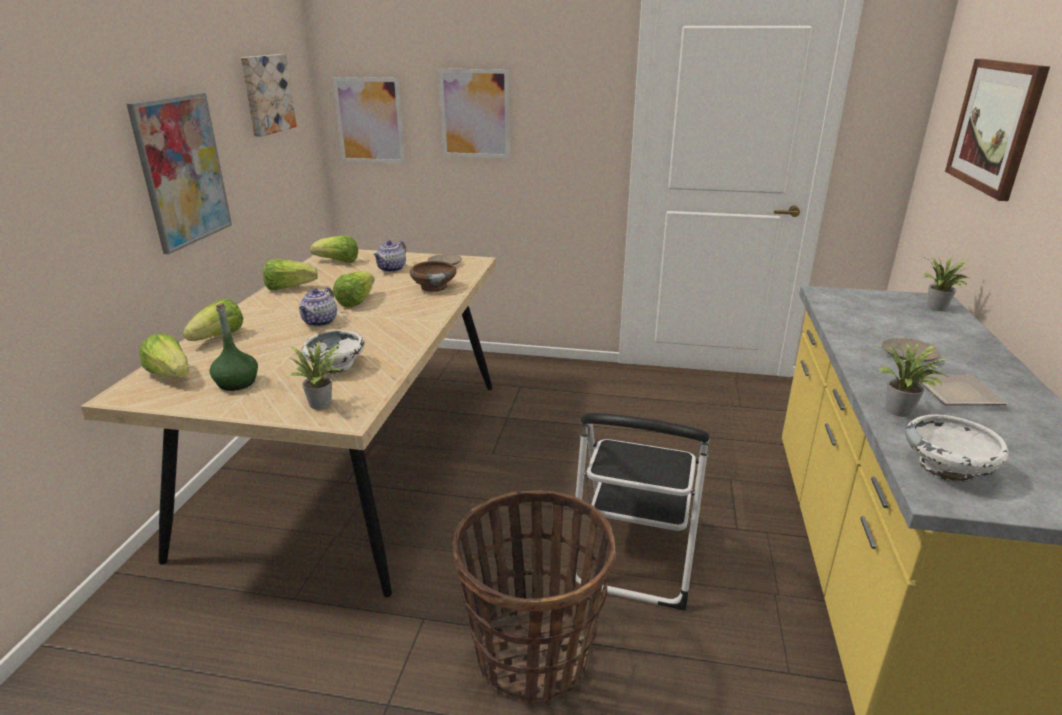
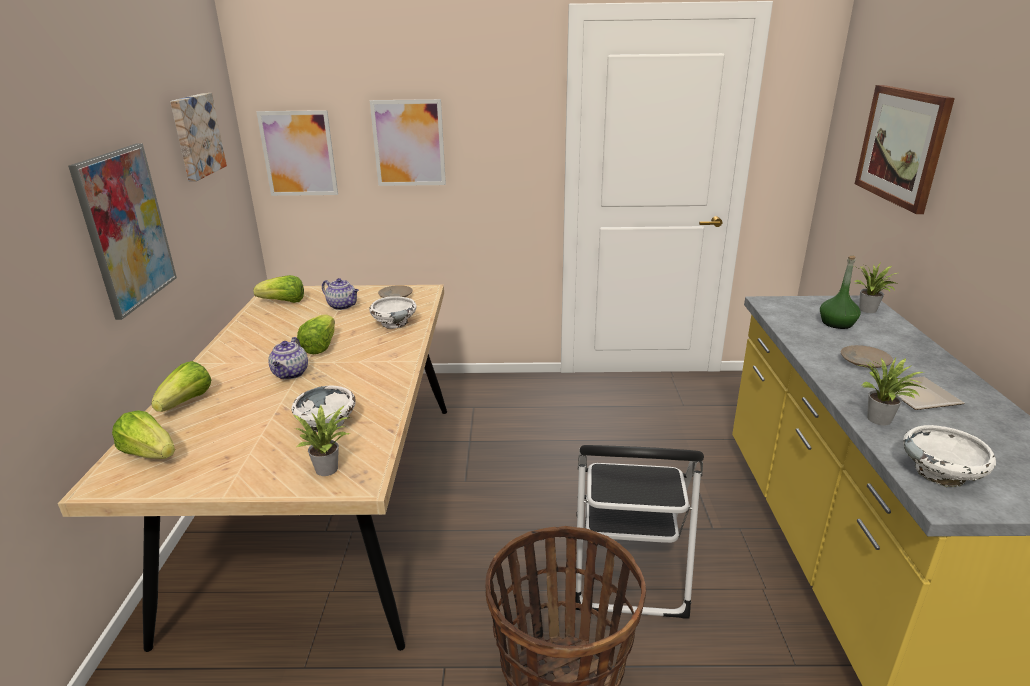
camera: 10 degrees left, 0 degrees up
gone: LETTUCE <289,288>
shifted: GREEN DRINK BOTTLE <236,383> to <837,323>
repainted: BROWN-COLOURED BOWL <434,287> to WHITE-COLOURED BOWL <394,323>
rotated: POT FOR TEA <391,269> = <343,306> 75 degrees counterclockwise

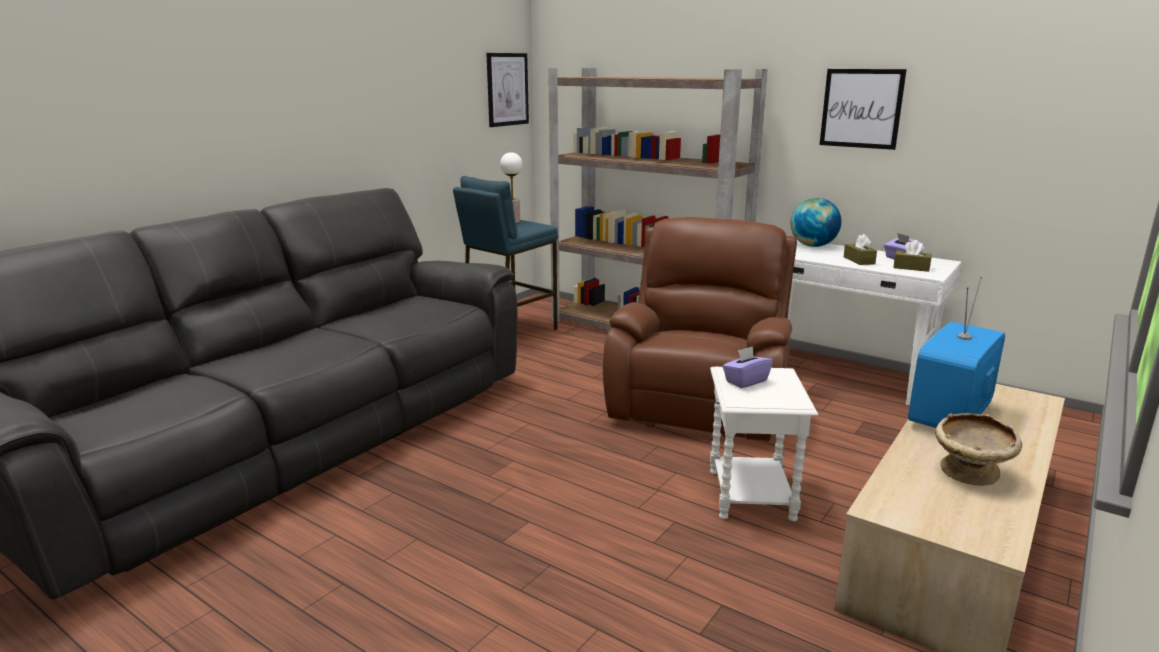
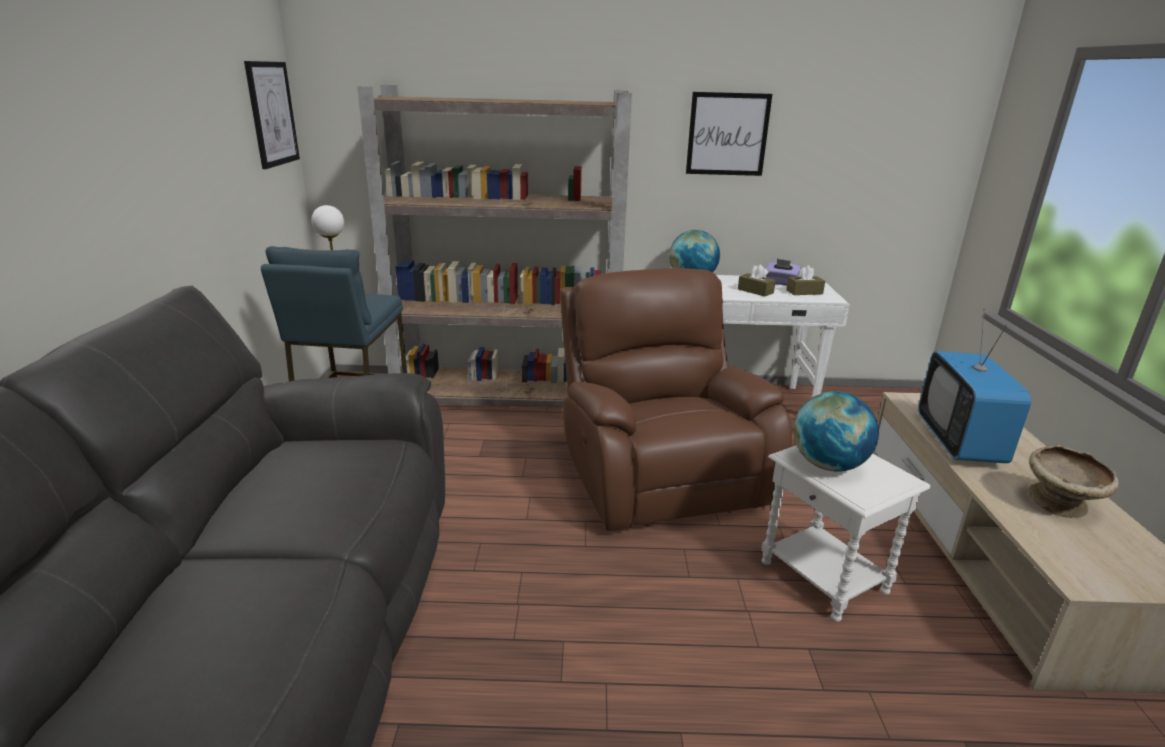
camera: 35 degrees left, 5 degrees up
swapped: PURPLE TISSUE BOX <745,381> to DESK GLOBE <828,465>

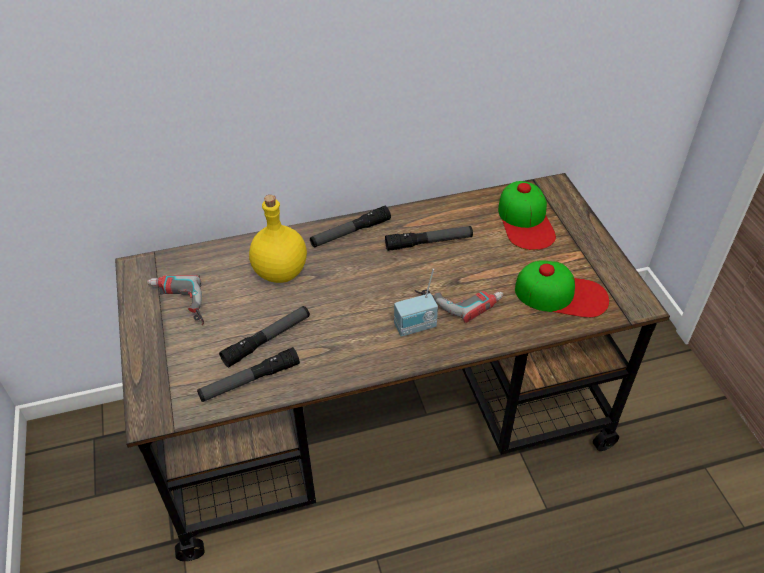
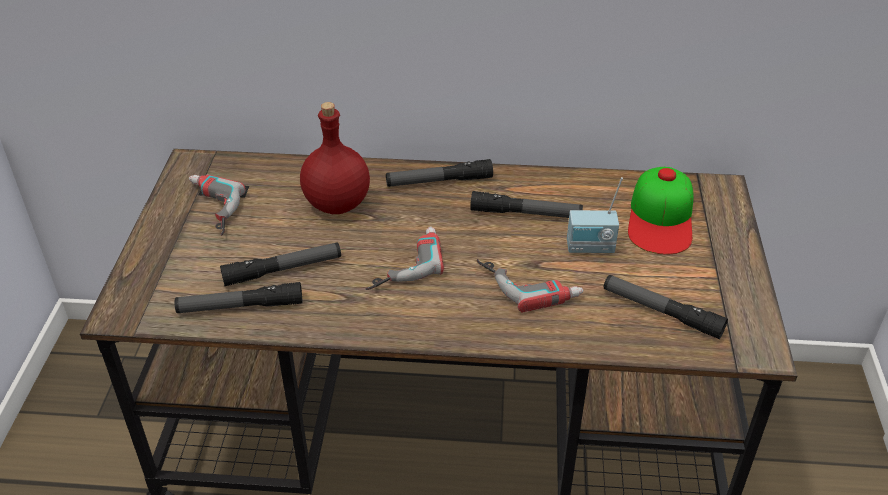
camera: 20 degrees right, 5 degrees down
new: ELECTRIC DRILL <402,263>
shifted: RADIO RECEIVER <416,327> to <590,248>
swapped: PEAKED CAP <561,294> to TORCH <661,312>
repainted: YELLOWISH DRINK BOTTLE <280,273> to RED DRINK BOTTLE <336,204>

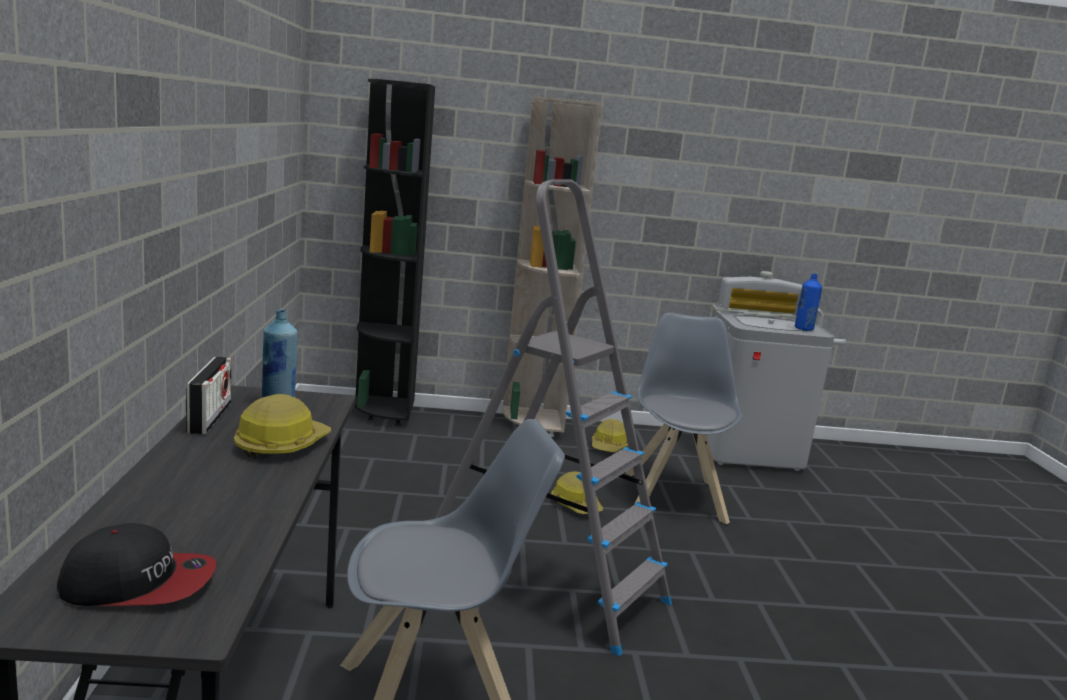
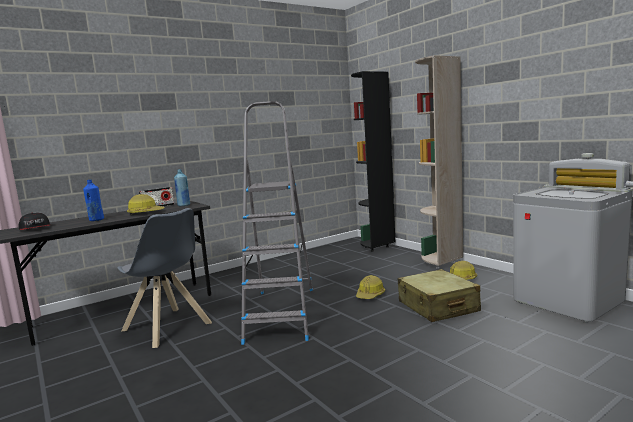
camera: 60 degrees right, 5 degrees down
shifted: BLUISH DRINK BOTTLE <804,328> to <96,220>
swapped: GREY CHAIR <674,495> to BEIGE SUITCASE <437,307>

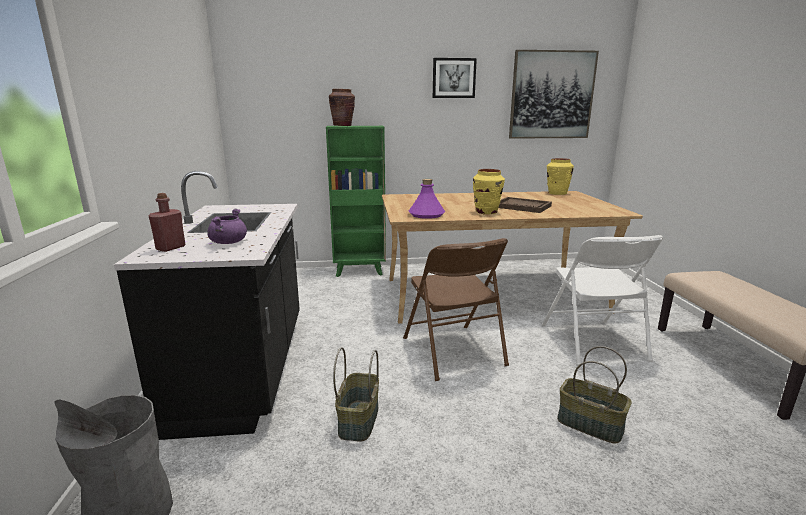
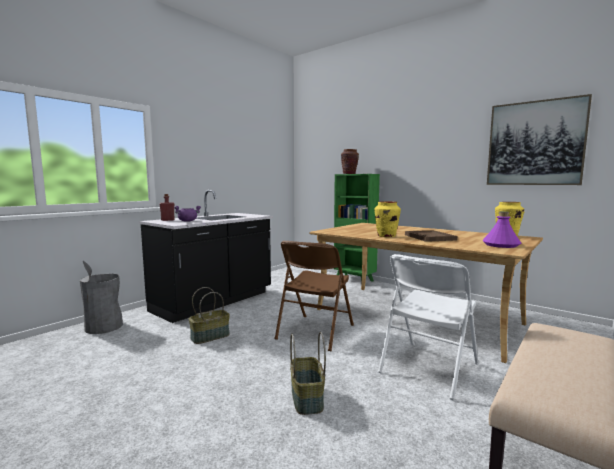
camera: 45 degrees right, 10 degrees down
gone: WALL PICTURE <453,78>
shifted: PURPLE DRINK BOTTLE <426,215> to <501,245>

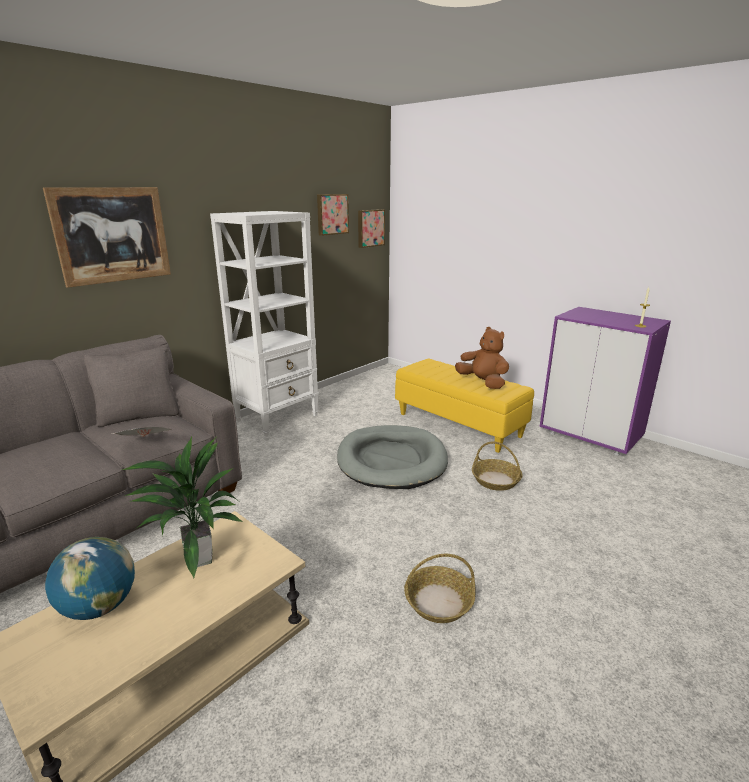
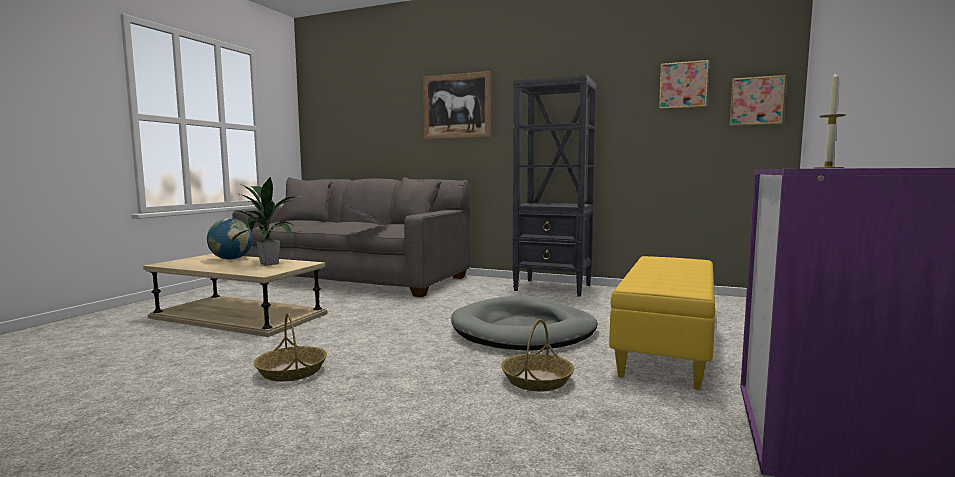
camera: 70 degrees right, 15 degrees down
gone: BROWN-COLOURED SOFT TOY <483,383>
repainted: WHITE-COLOURED BOOKSHELF <278,418> to BLACKISH BOOKSHELF <553,288>

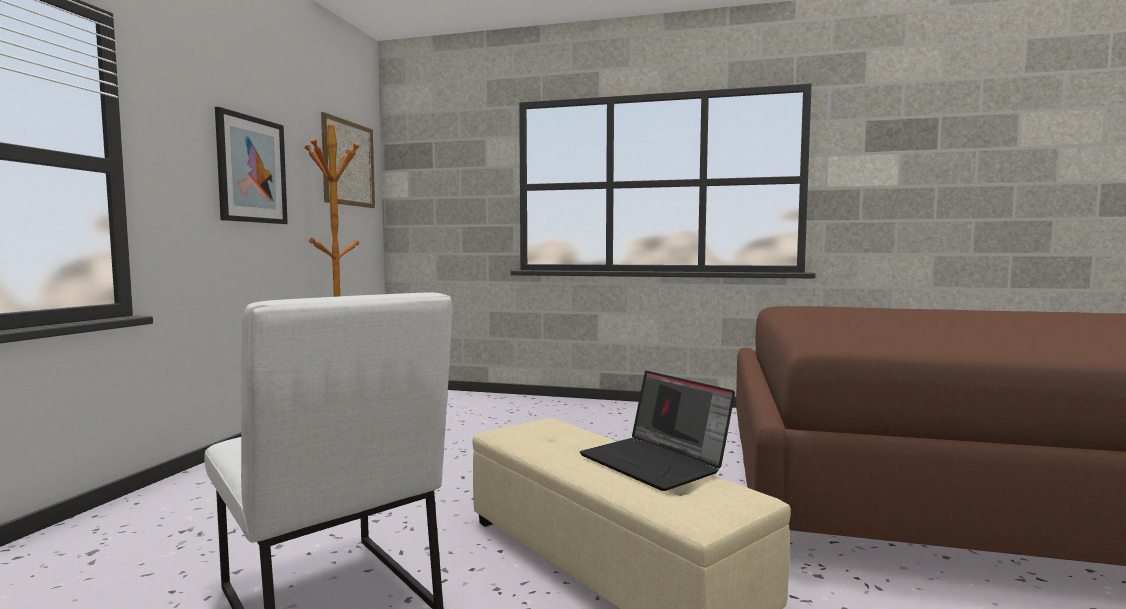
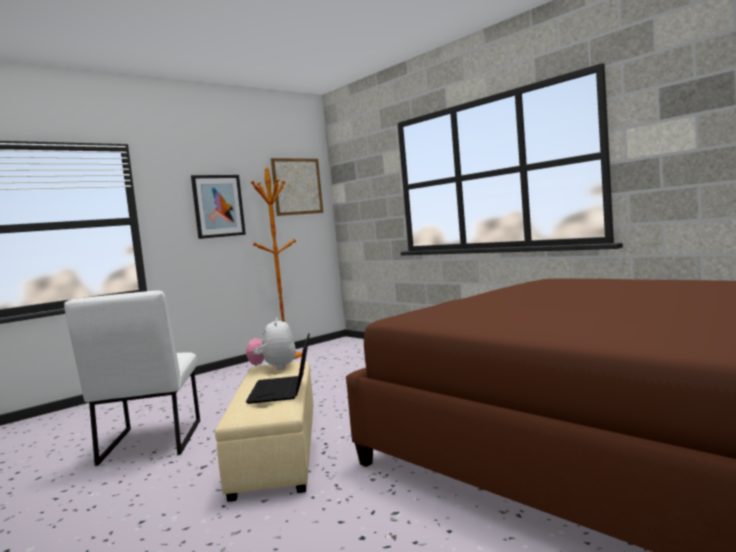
camera: 35 degrees right, 0 degrees up
new: SOFT TOY <274,368>

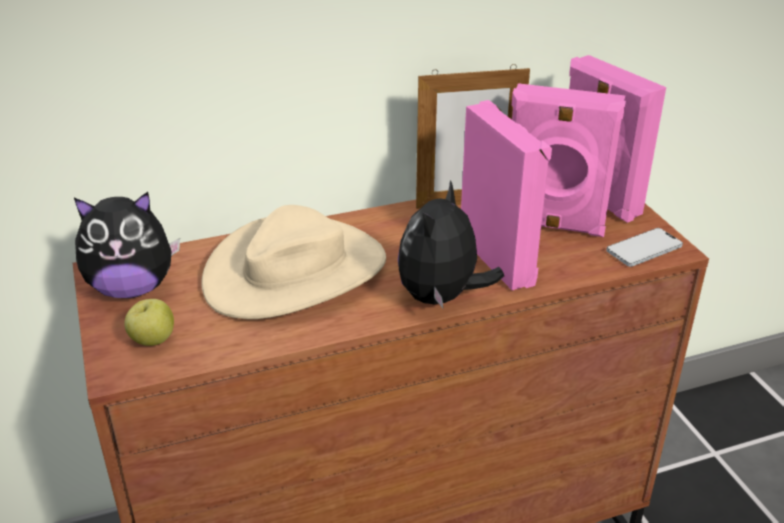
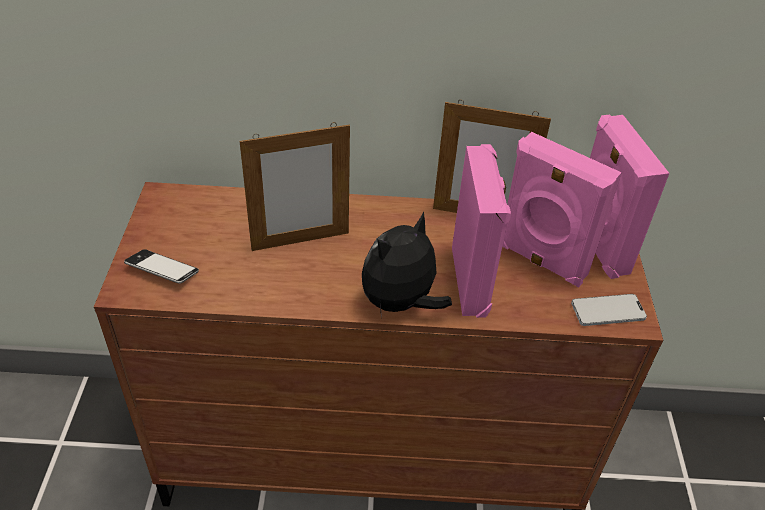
camera: 20 degrees right, 10 degrees up
gone: SOFT TOY <132,288>
swapped: APPLE <152,340> to PHONE <162,271>; BEIGE HAT <295,271> to PHOTO FRAME <300,241>

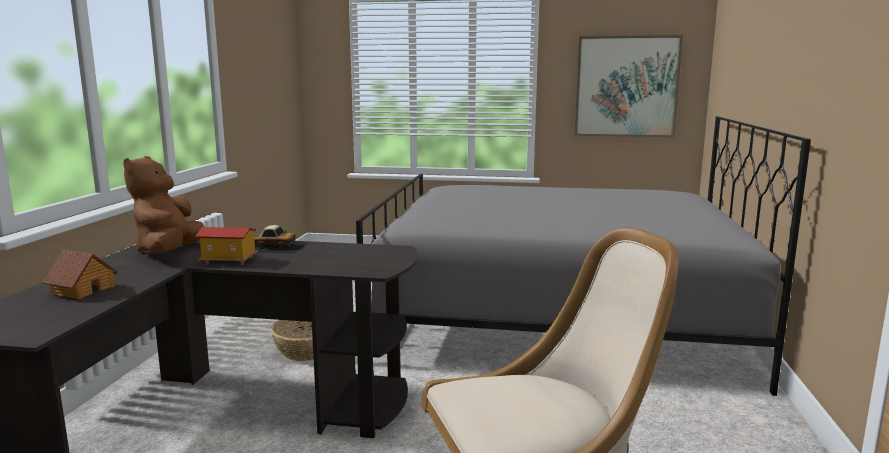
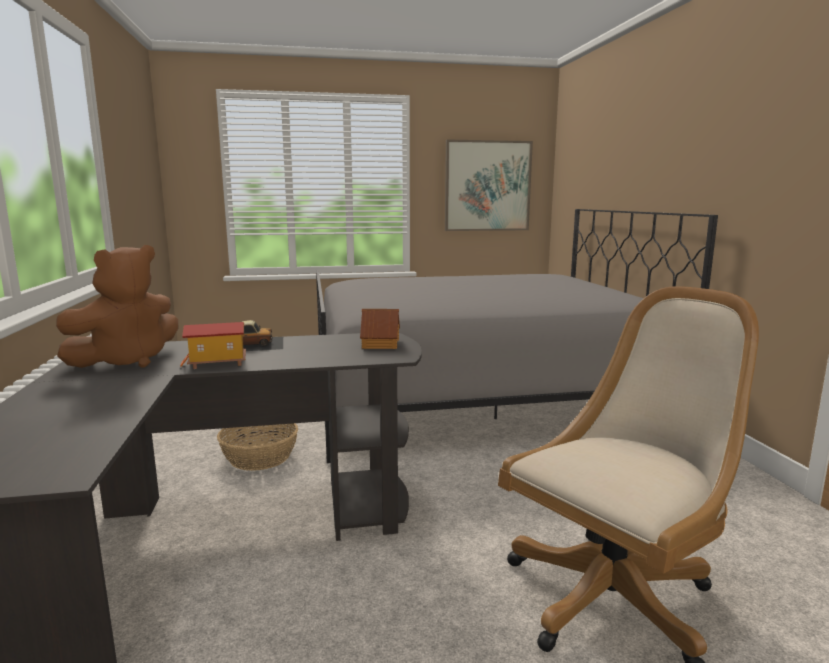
camera: 20 degrees left, 0 degrees up
shifted: MODEL HOUSE <83,290> to <380,344>
rotated: BROWN-COLOURED SOFT TOY <169,252> = <127,361> 120 degrees counterclockwise

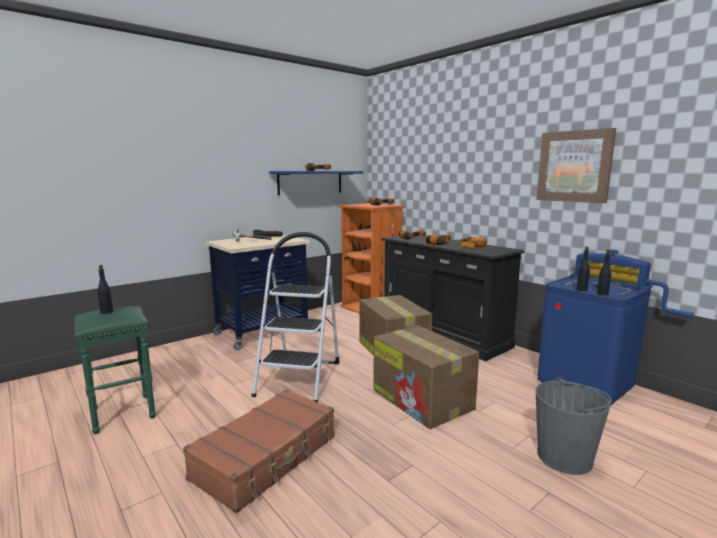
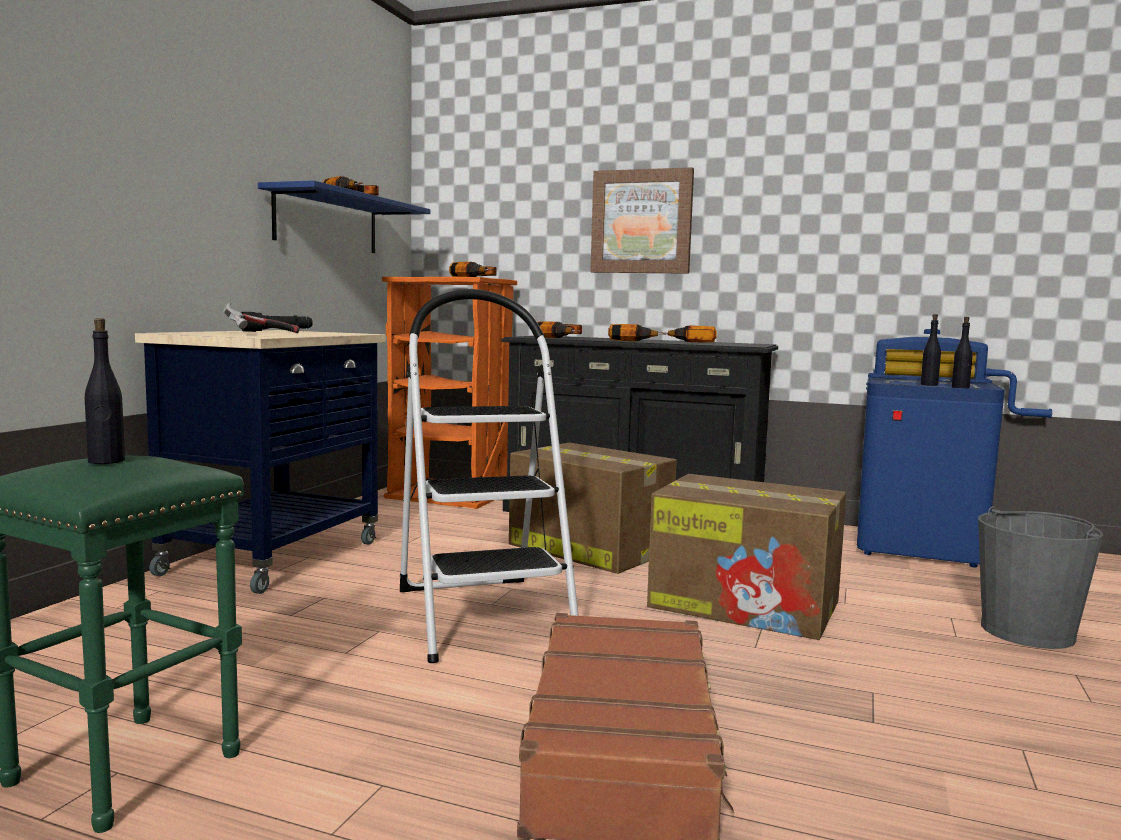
camera: 30 degrees left, 5 degrees down
shifted: WALL PICTURE <574,166> to <641,222>

